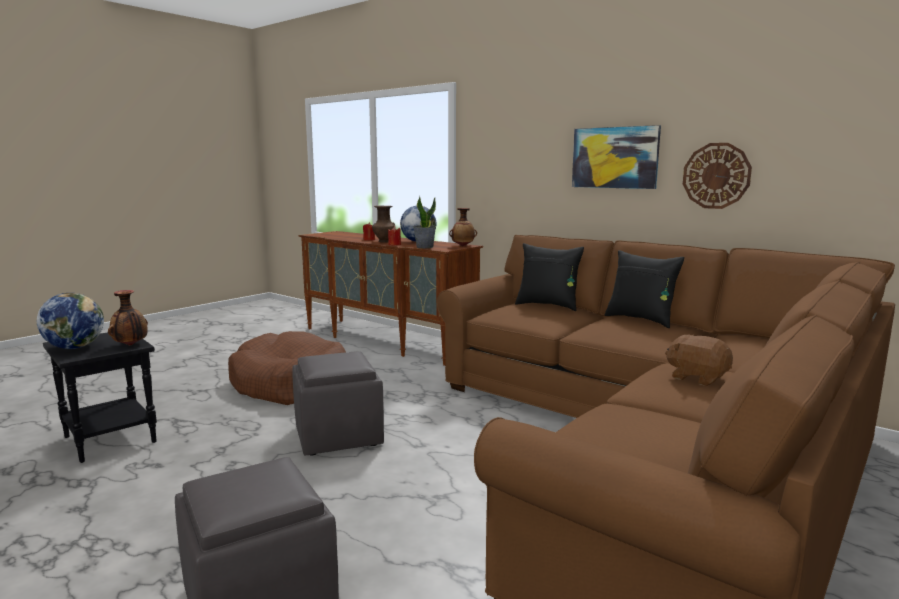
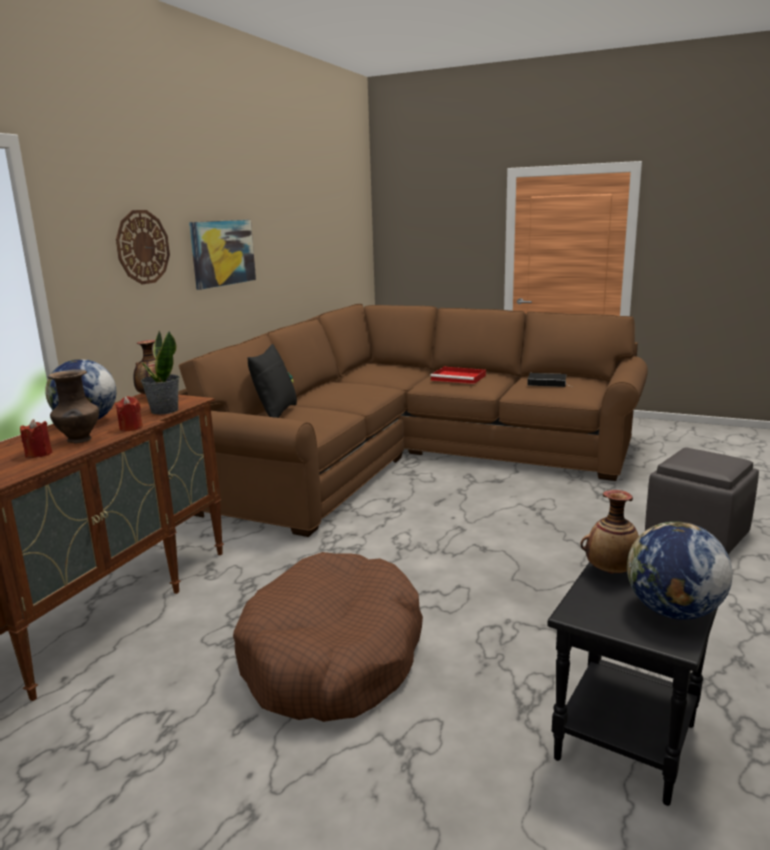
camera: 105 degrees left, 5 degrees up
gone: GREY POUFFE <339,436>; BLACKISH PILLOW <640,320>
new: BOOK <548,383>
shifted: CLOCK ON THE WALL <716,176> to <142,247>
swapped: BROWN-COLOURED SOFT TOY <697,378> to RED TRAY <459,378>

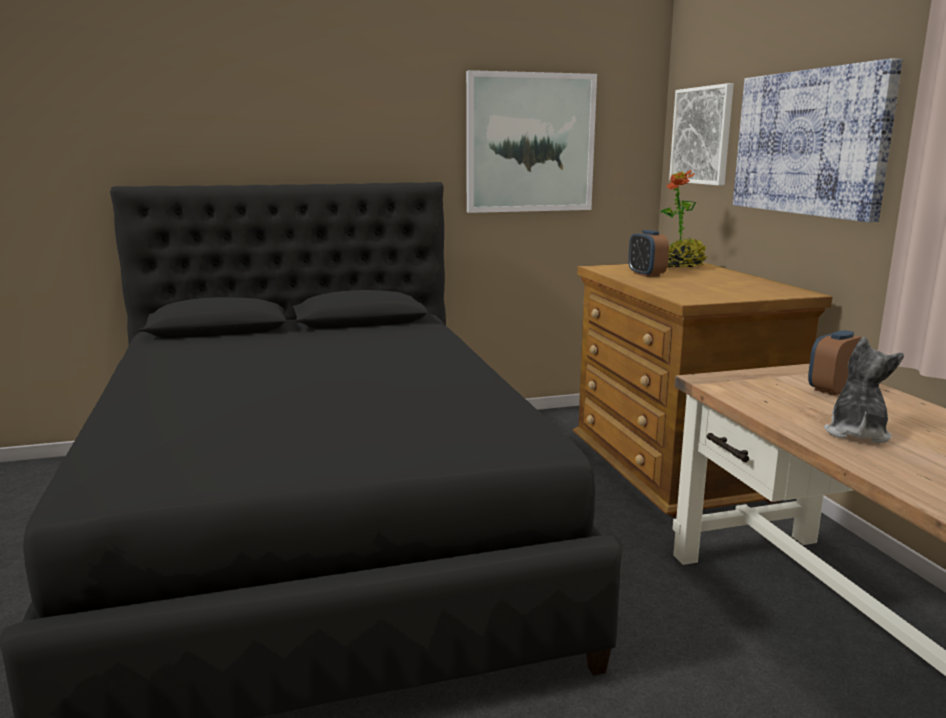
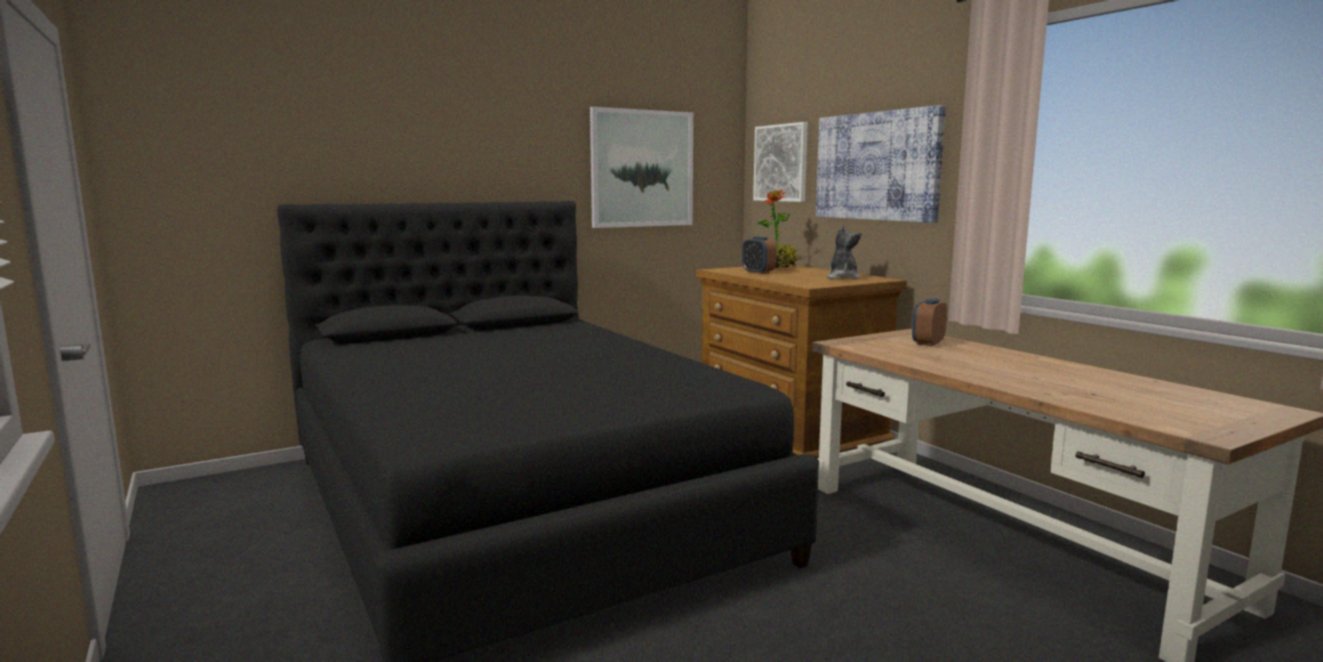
camera: 15 degrees left, 5 degrees down
shifted: SOFT TOY <856,433> to <842,278>

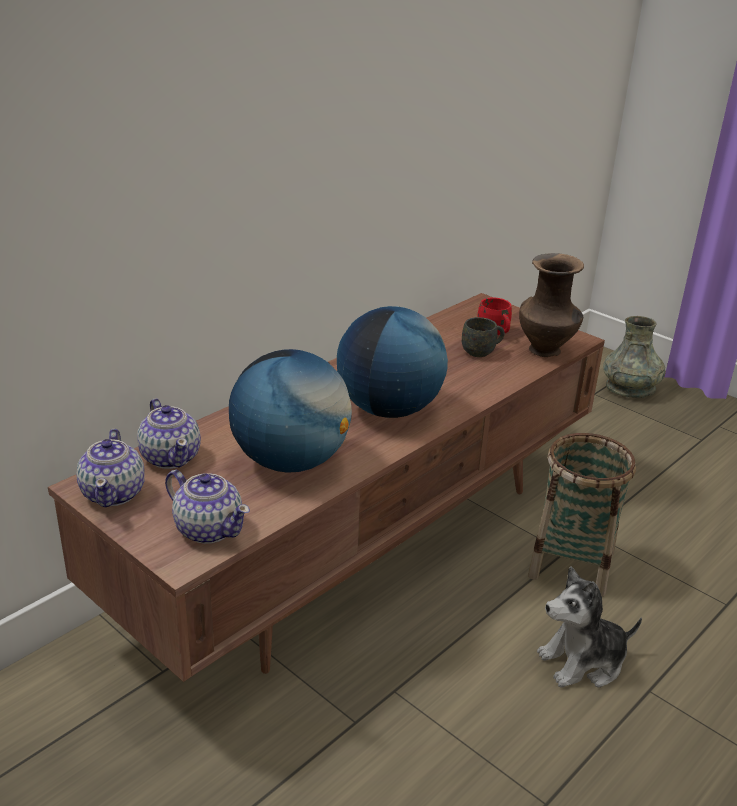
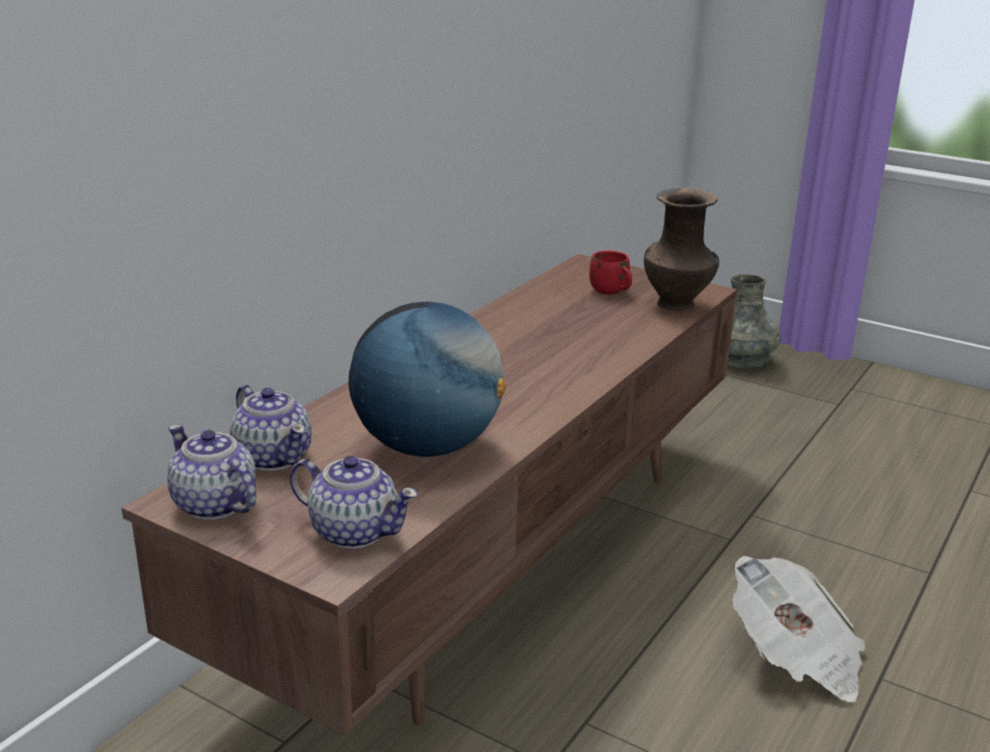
camera: 10 degrees left, 5 degrees down
gone: DESK GLOBE <389,409>; GREY TEA MUG <482,351>; BASKET <571,564>
swapped: SOFT TOY <583,662> to PRINTED PAPER <795,657>
rotated: POT FOR TEA <114,493> = <214,505> 150 degrees clockwise

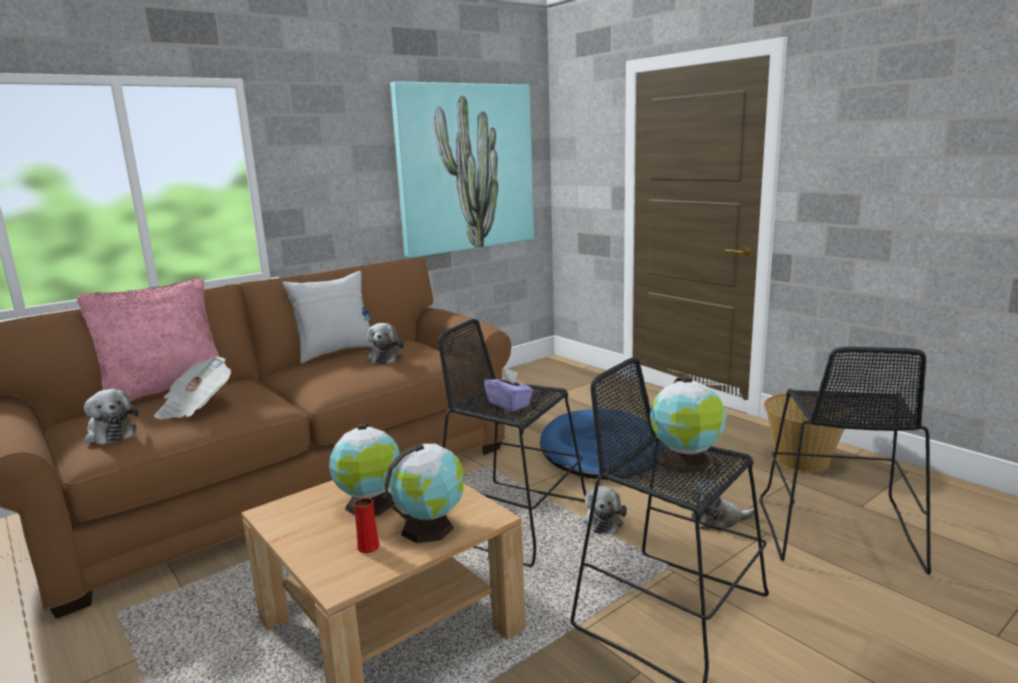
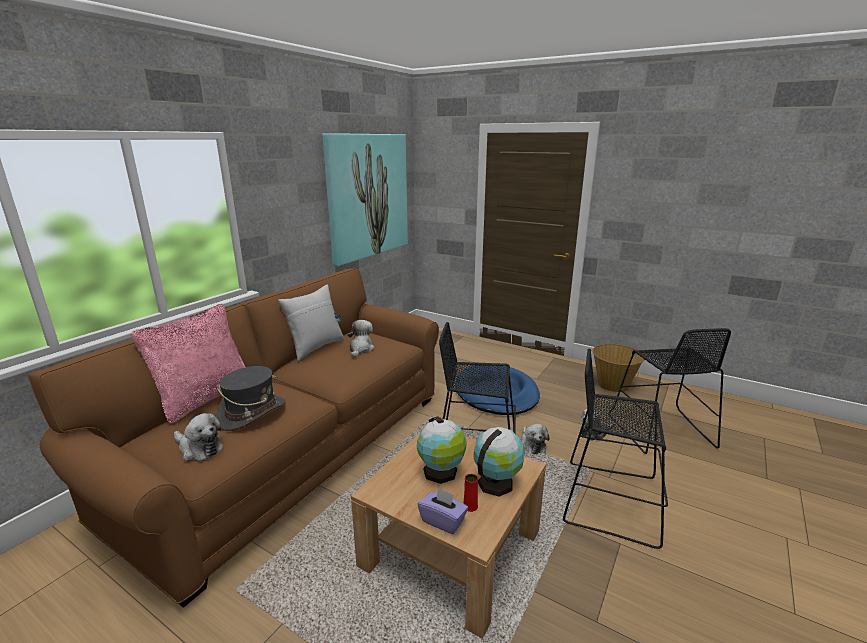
camera: 20 degrees left, 5 degrees up
gone: DESK GLOBE <685,463>
shifted: PURPLE TISSUE BOX <509,404> to <443,521>
swapped: PRINTED PAPER <195,407> to GREY HAT <252,413>
rotated: SOFT TOY <386,357> = <360,349> 150 degrees counterclockwise

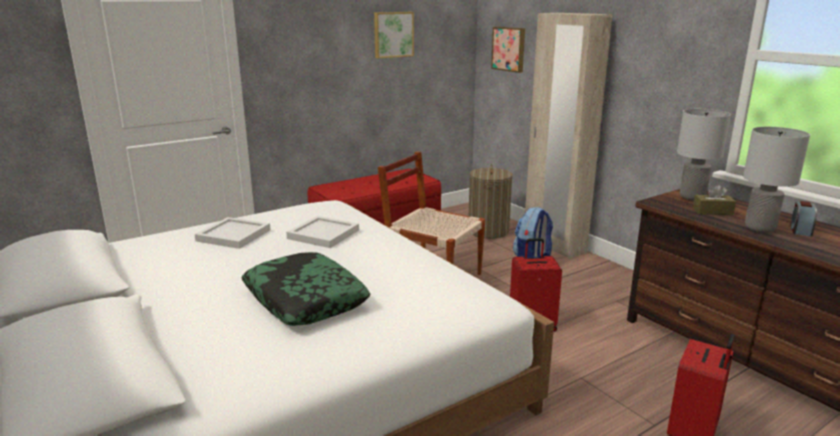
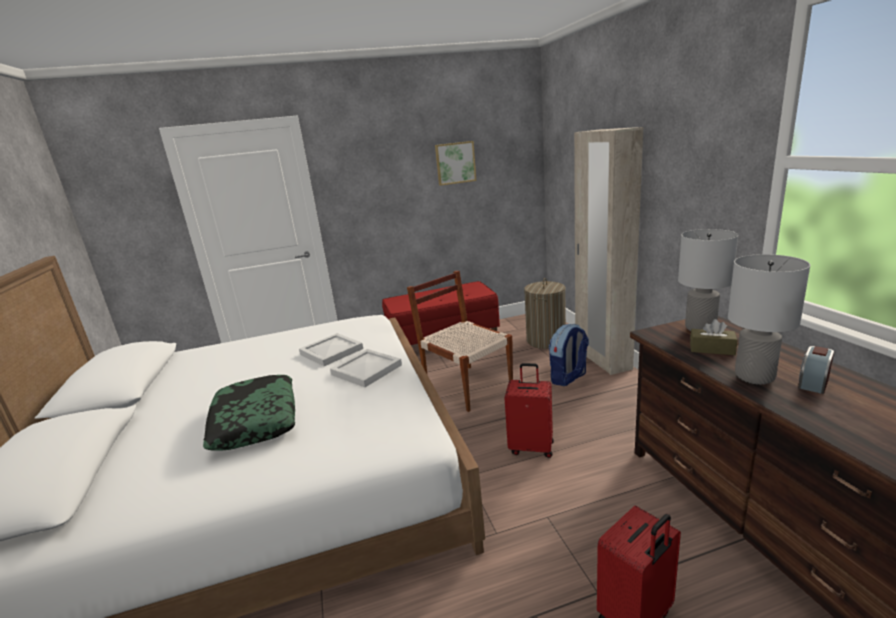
camera: 20 degrees right, 0 degrees up
gone: WALL PICTURE <509,49>
shifted: WHITE-COLOURED TRAY <232,235> to <365,370>

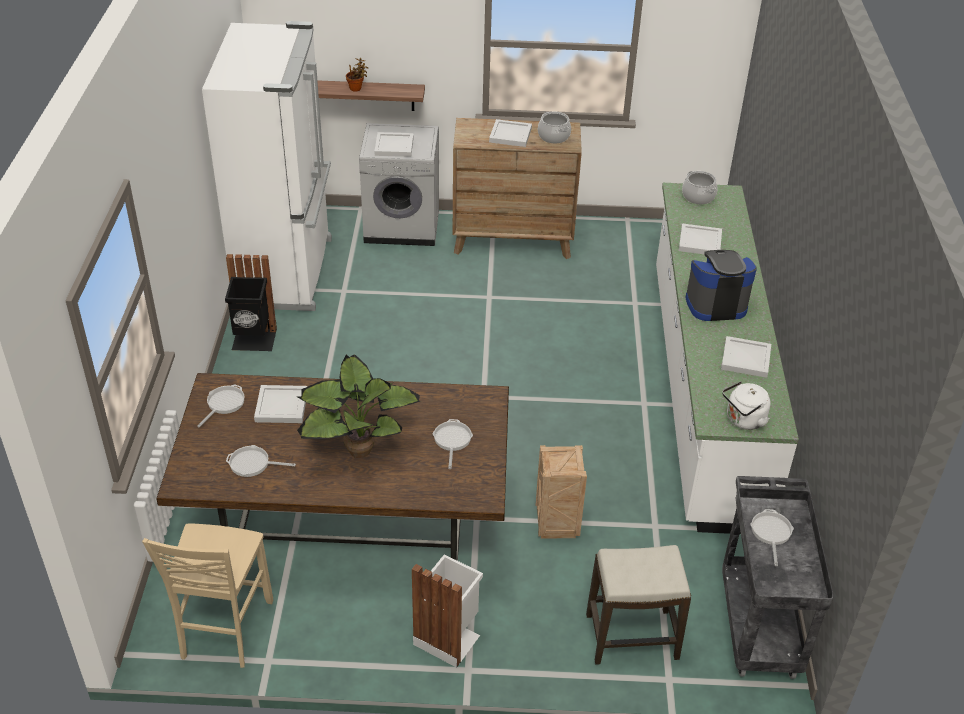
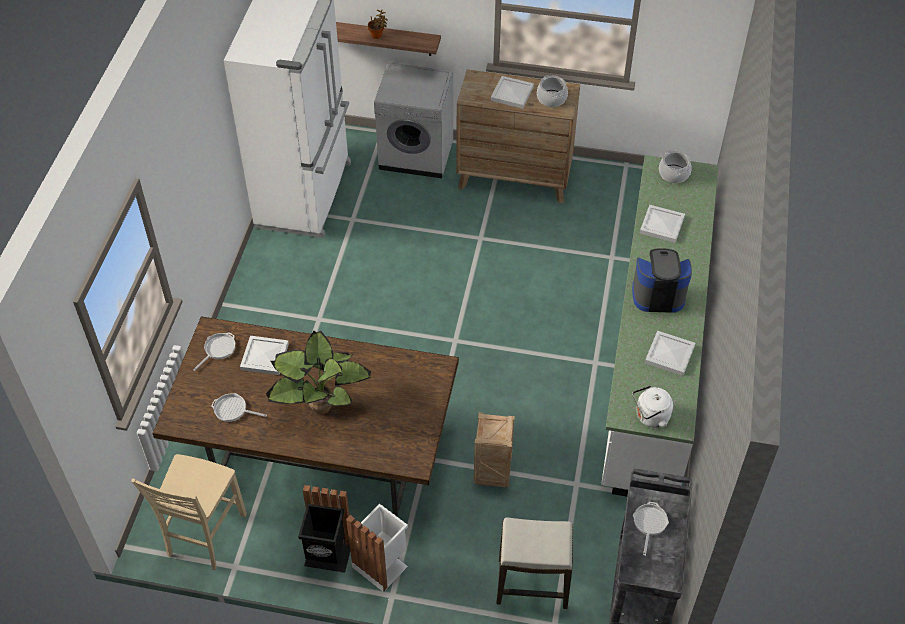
camera: 10 degrees right, 10 degrees up
gone: WHITE-COLOURED TRAY <394,147>; FRYING PAN <452,440>
shifted: BLACKISH WASTE BIN <254,340> to <328,555>

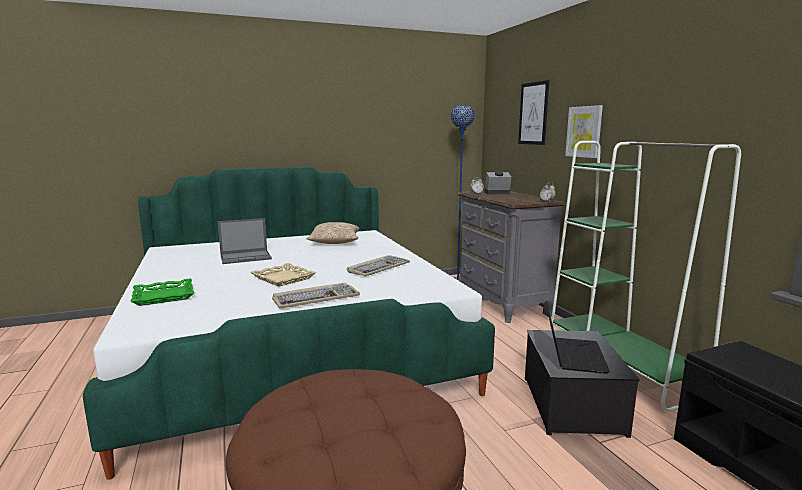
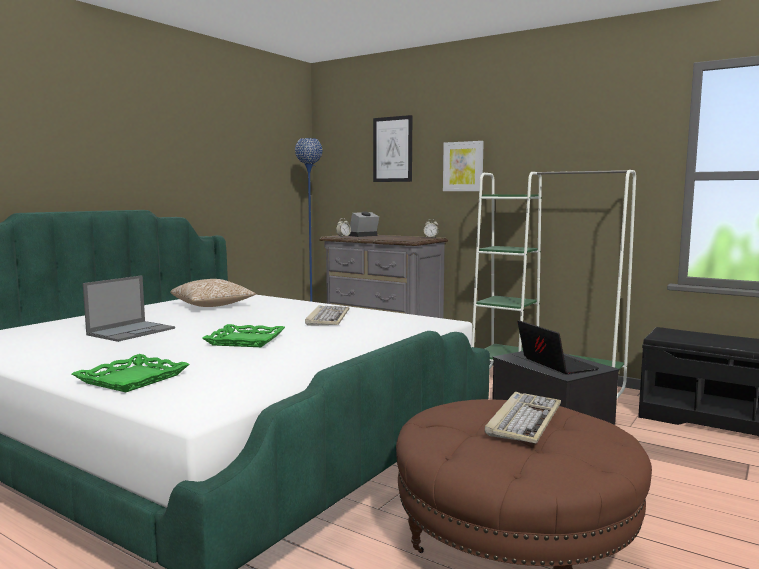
camera: 35 degrees left, 5 degrees down
shifted: COMPUTER KEYBOARD <316,298> to <524,420>
repainted: BEIGE TRAY <283,278> to GREEN TRAY <245,341>

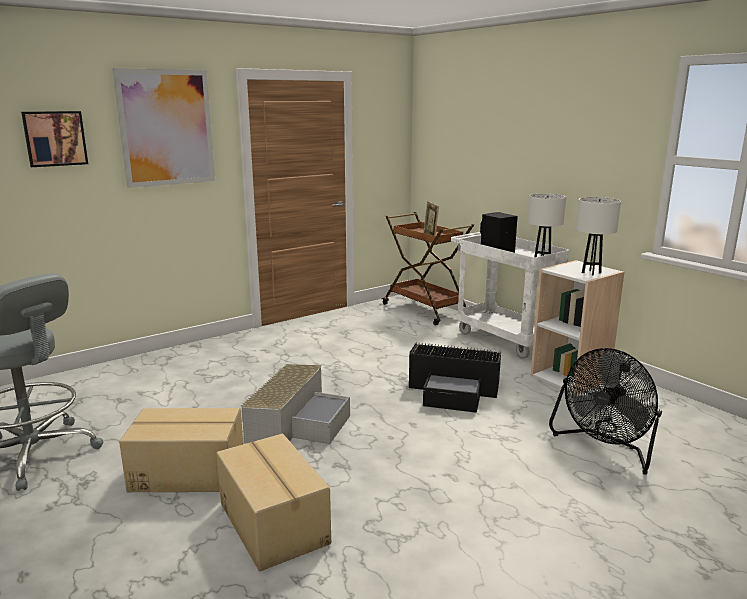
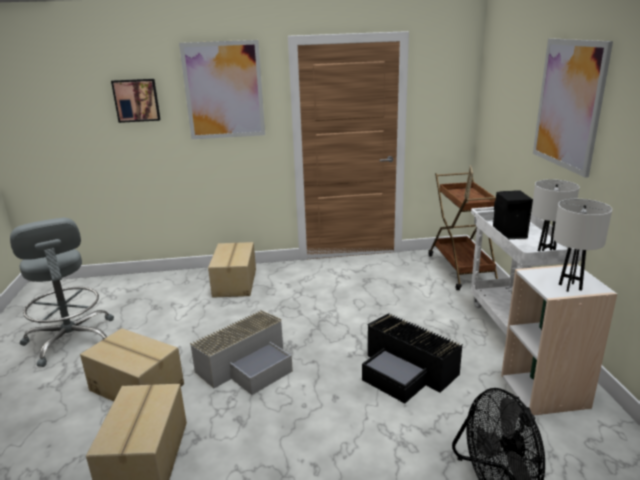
camera: 30 degrees right, 5 degrees up
new: CARDBOARD BOX <235,282>; WALL PICTURE <569,104>

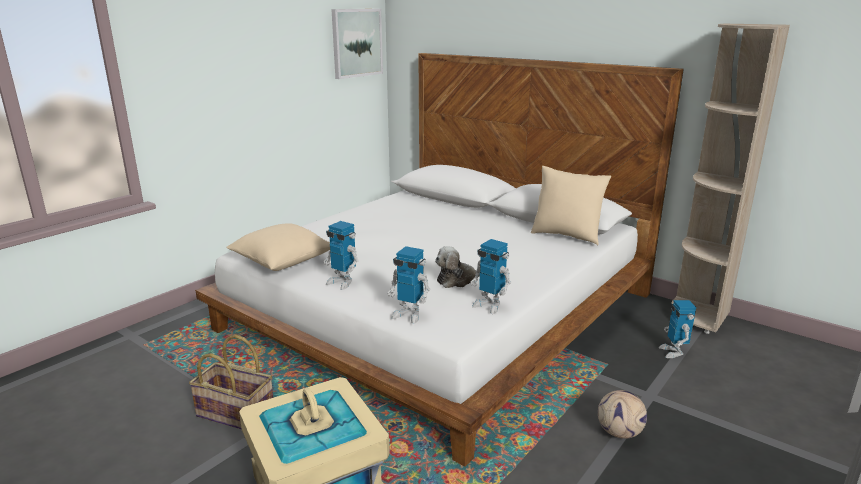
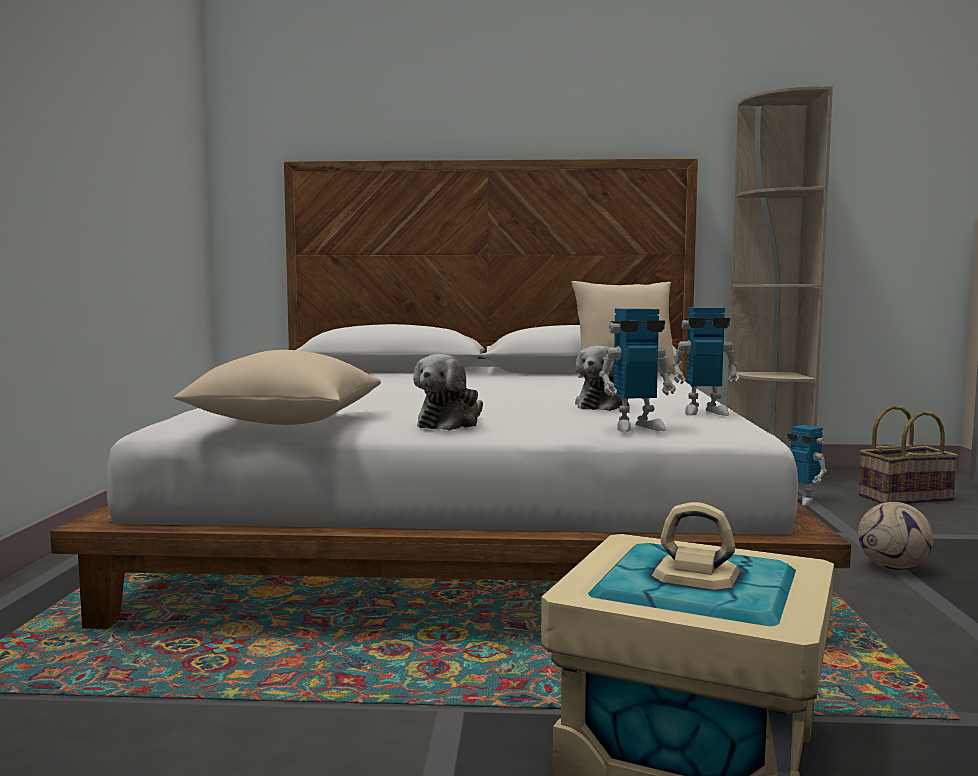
camera: 35 degrees left, 15 degrees down
gone: WALL PICTURE <356,43>
shifted: BASKET <237,413> to <904,498>
swapped: MODEL ROBOT <342,282> to SOFT TOY <450,423>

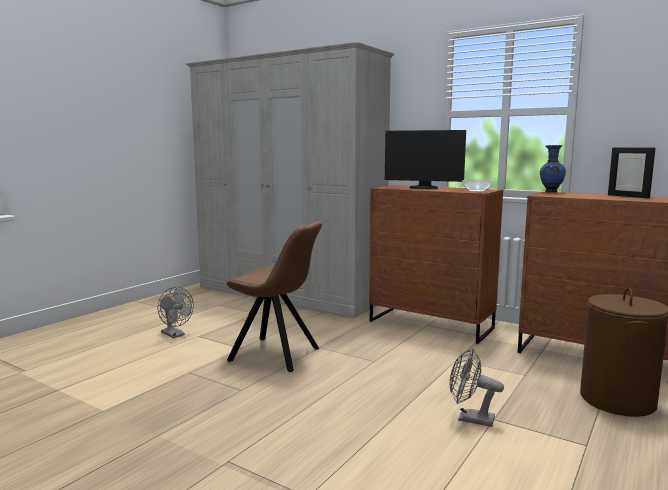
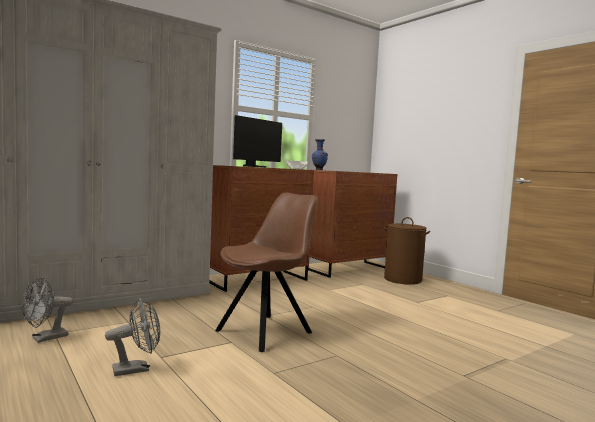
camera: 70 degrees left, 5 degrees down
gone: PHOTO FRAME <628,196>
shifted: GREY FAN <470,419> to <45,338>

